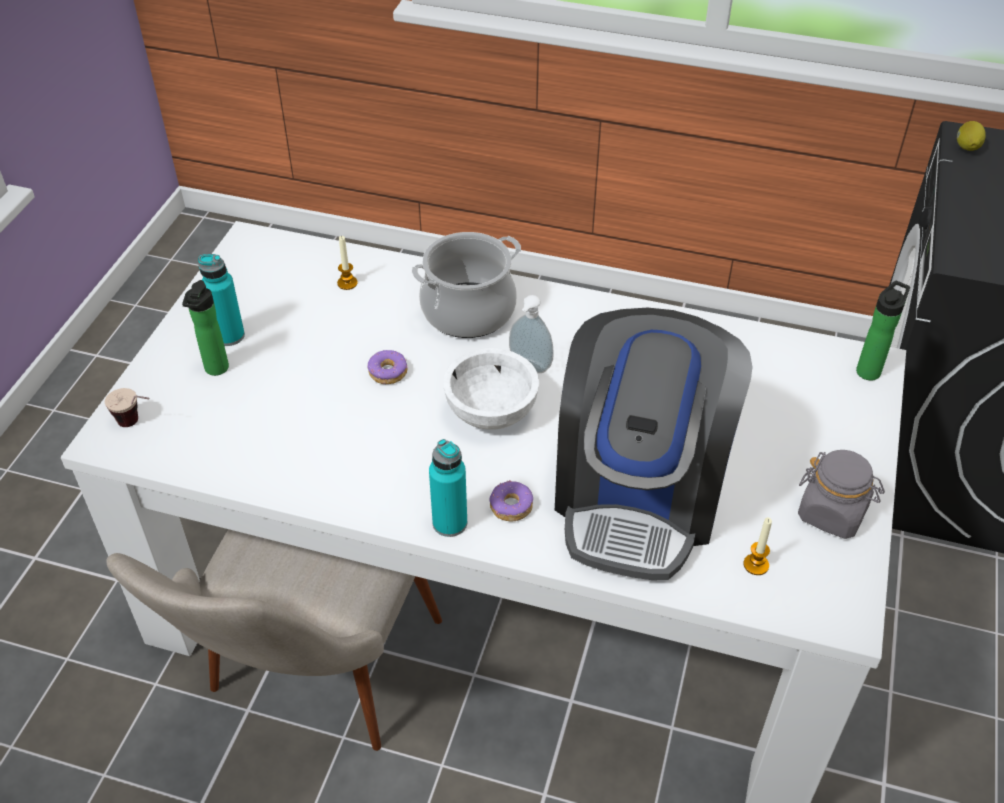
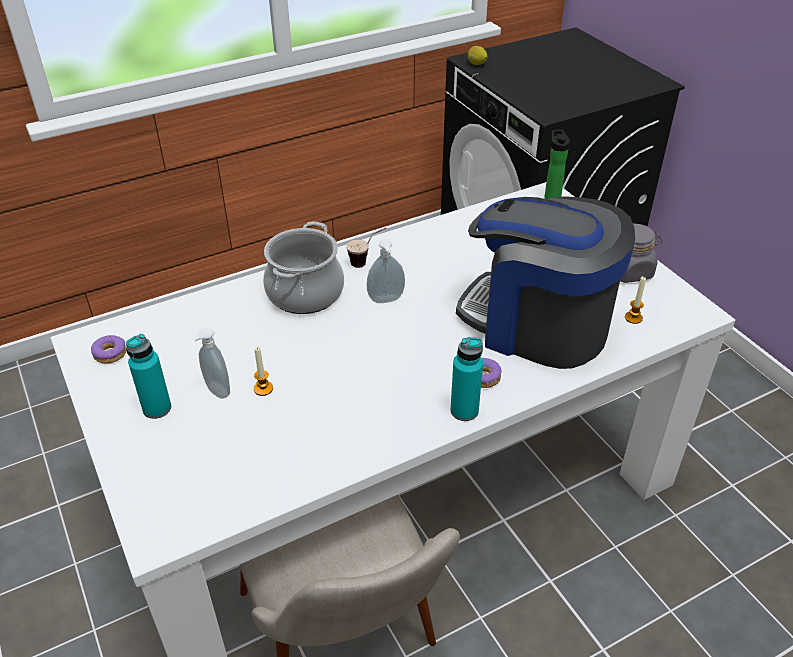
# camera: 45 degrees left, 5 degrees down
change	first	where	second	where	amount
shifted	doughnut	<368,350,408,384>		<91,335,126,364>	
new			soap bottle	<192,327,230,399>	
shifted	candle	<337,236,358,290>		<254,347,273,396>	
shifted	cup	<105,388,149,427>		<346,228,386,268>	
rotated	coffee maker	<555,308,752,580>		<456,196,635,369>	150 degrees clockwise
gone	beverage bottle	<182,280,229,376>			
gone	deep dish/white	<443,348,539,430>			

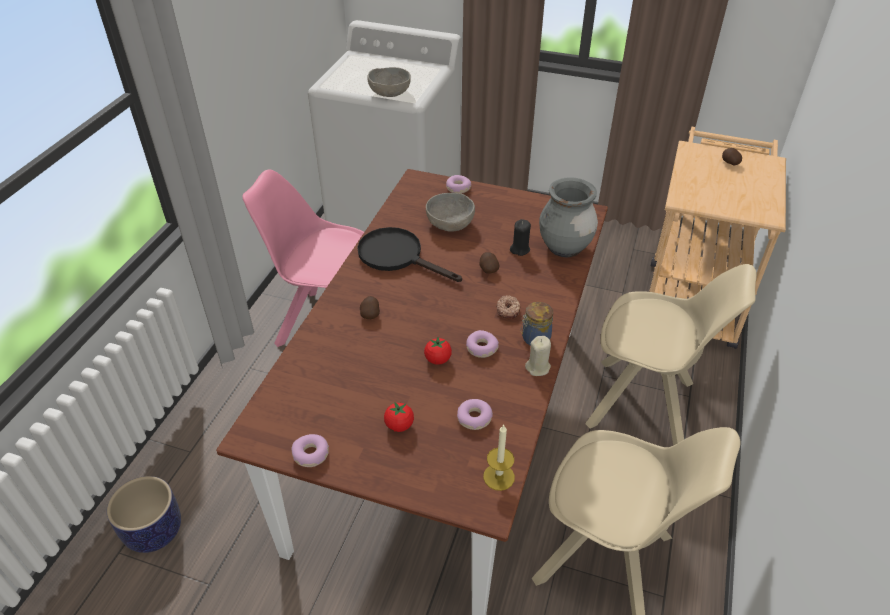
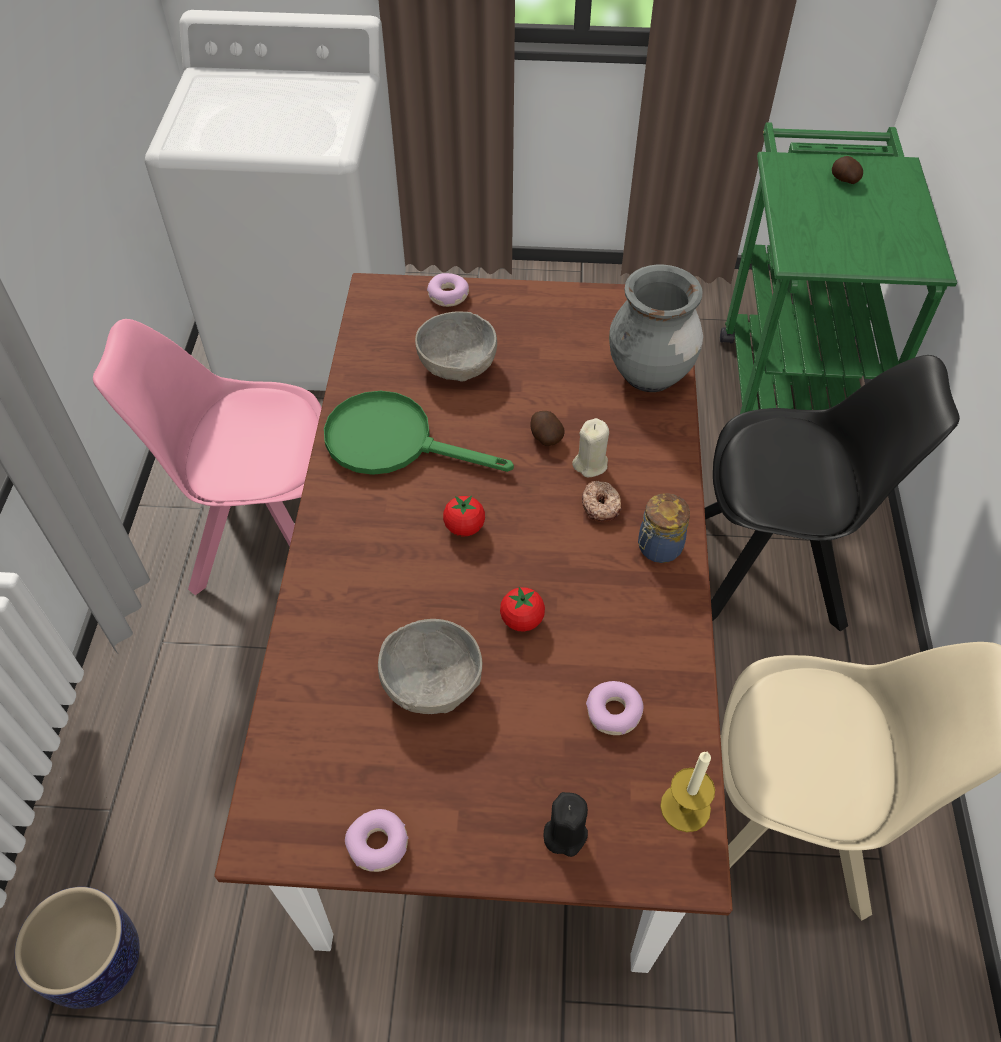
# camera: 15 degrees left, 10 degrees up
change	first	where	second	where	amount
repainted	skillet/black	<357,227,462,282>	skillet/green-coloured	<324,391,514,475>	
shifted	deep dish/greyish	<367,67,411,97>		<378,619,482,714>	
shifted	tomato	<384,402,414,432>		<443,496,485,536>	
shifted	candle/black	<510,219,531,256>		<544,792,588,857>	
shifted	candle/sand-coloured	<525,336,551,376>		<572,418,609,477>	
repainted	chair/sand-coloured	<585,264,757,445>	chair/black	<705,355,960,631>	
repainted	trolley/sand-coloured	<649,127,786,349>	trolley/green-coloured	<720,122,957,414>	
gone	potato	<360,296,380,319>			
gone	doughnut	<466,330,499,358>			

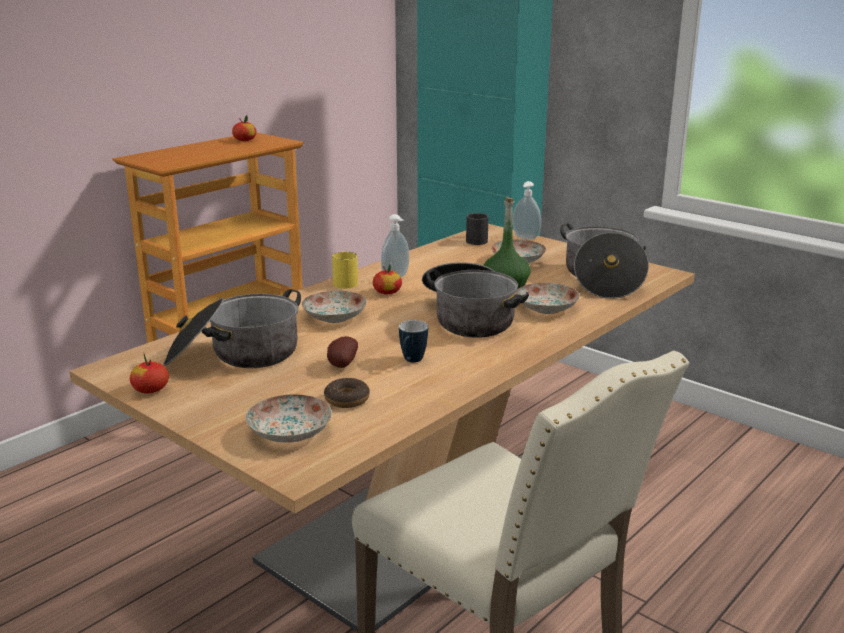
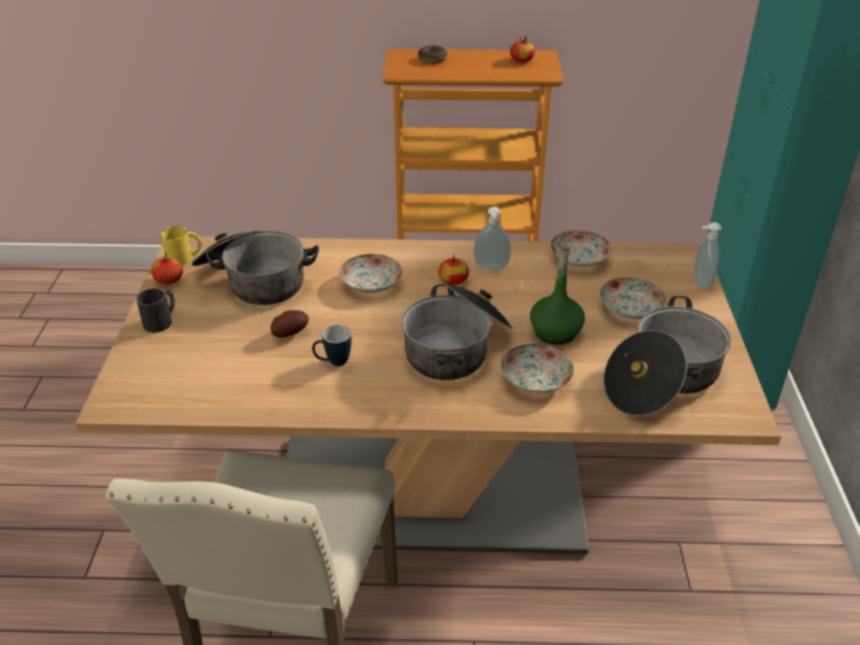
# camera: 50 degrees right, 15 degrees up
change	first	where	second	where	amount
shifted	tea mug/black	<466,213,489,245>		<136,288,175,333>	
shifted	tea mug/yellow	<332,252,358,289>		<161,226,201,265>	
shifted	doughnut	<324,378,370,408>		<418,45,447,64>	
shifted	plate	<245,394,332,443>		<550,230,611,268>	

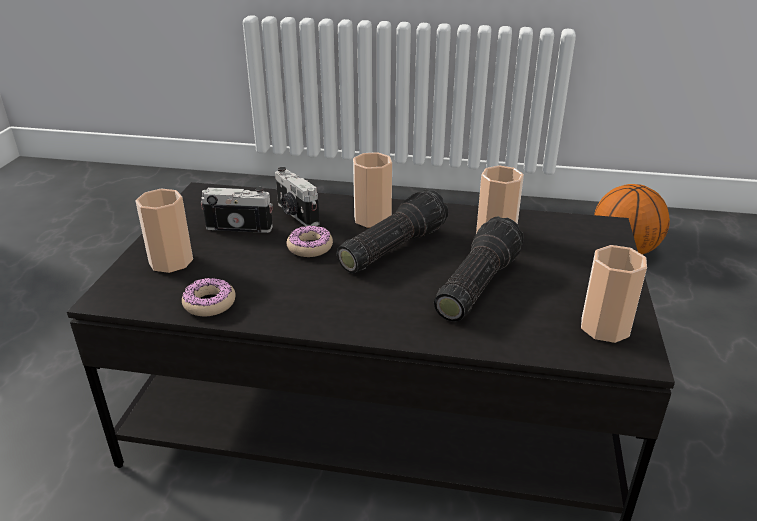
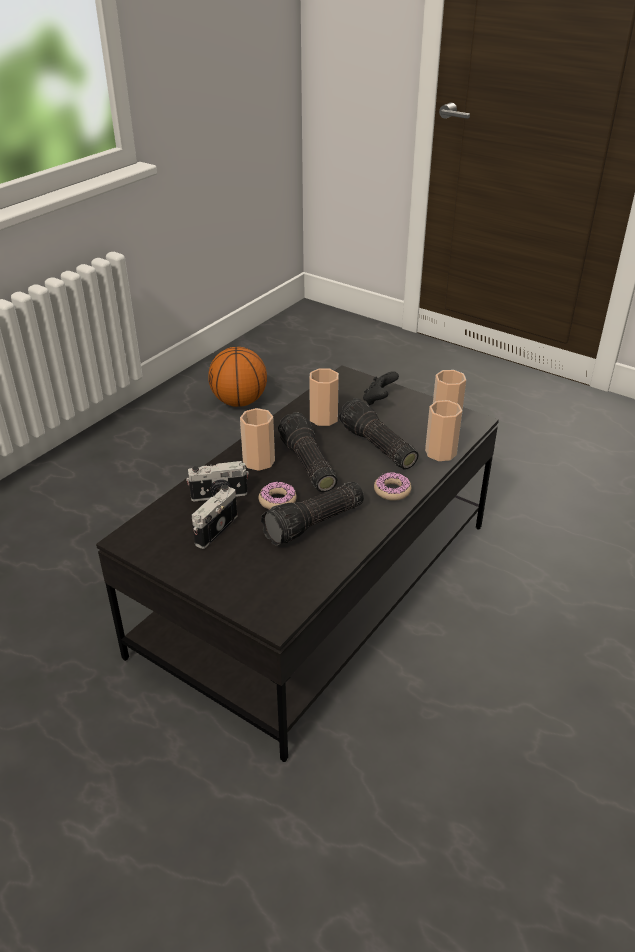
# camera: 65 degrees left, 5 degrees up
change	first	where	second	where	amount
new			torch	<261,482,364,546>	
new			joypad/black	<363,371,399,405>	
shifted	doughnut	<182,278,236,316>		<374,472,411,501>	
shifted	cup	<135,189,193,273>		<425,400,462,461>	

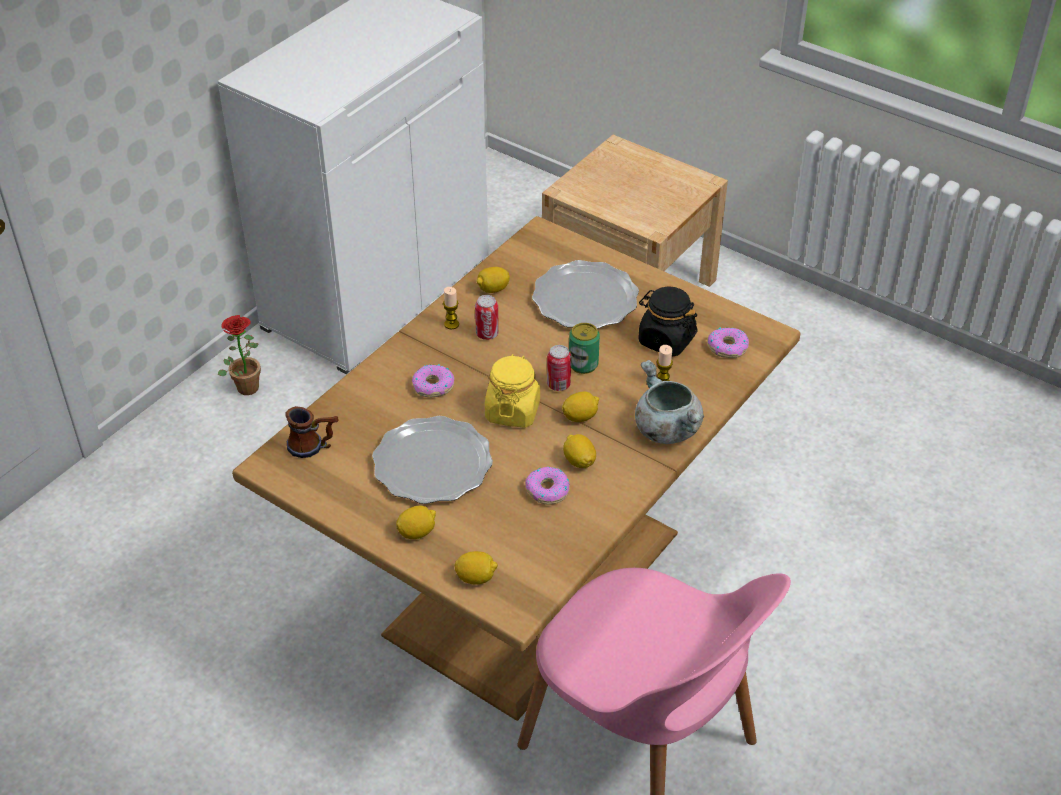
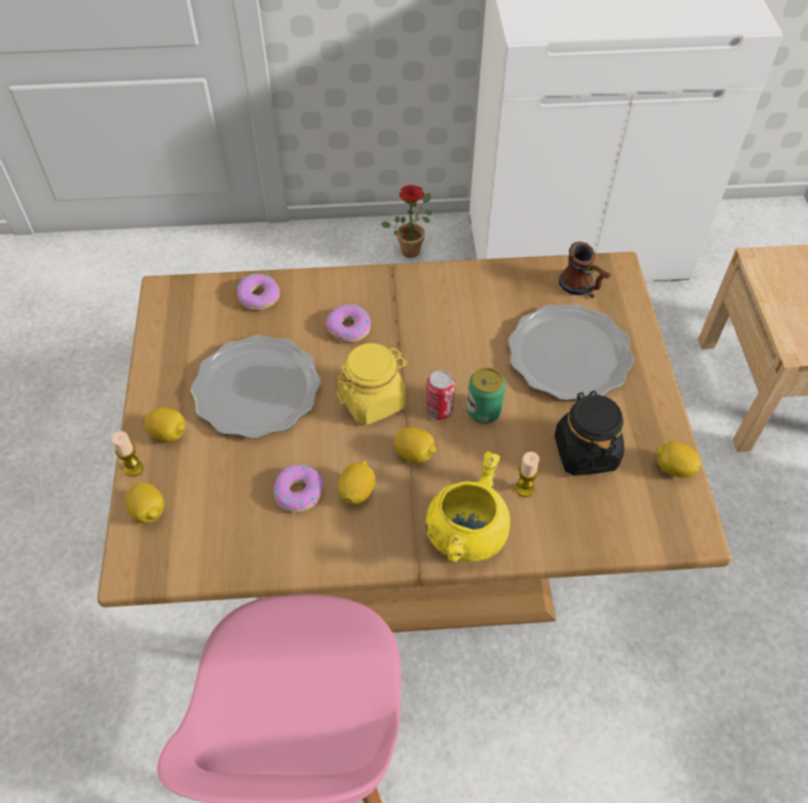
# camera: 50 degrees right, 10 degrees up
change	first	where	second	where	amount
shifted	candle	<443,287,459,329>		<112,431,143,476>	
shifted	doughnut	<707,327,749,358>		<237,274,280,310>	
repainted	stockpot/greyish	<635,360,704,444>	stockpot/yellow	<426,451,510,562>	
shifted	tea mug	<285,406,338,458>		<559,242,611,298>	
shifted	citrus fruit	<477,267,510,293>		<656,441,701,478>	
gone	metal can	<475,295,499,340>			

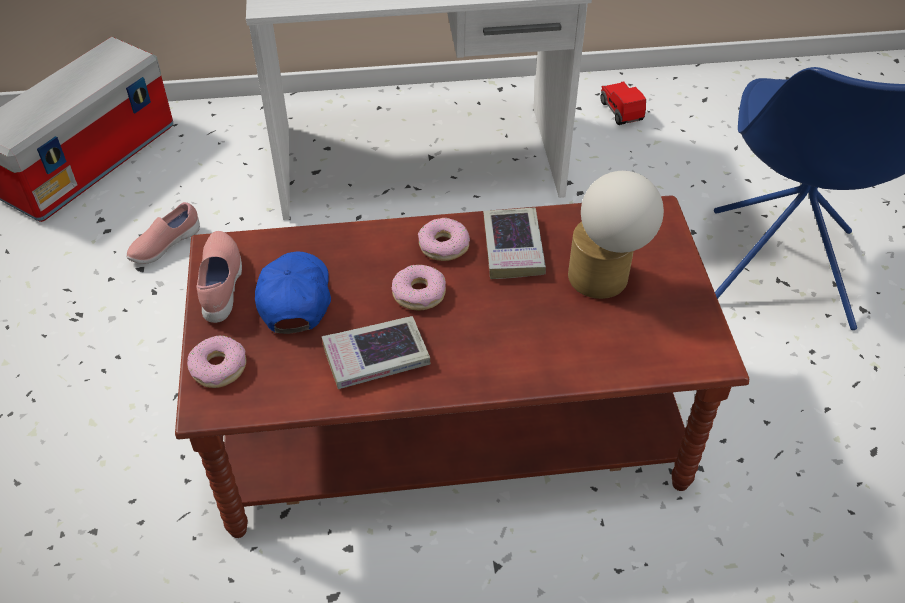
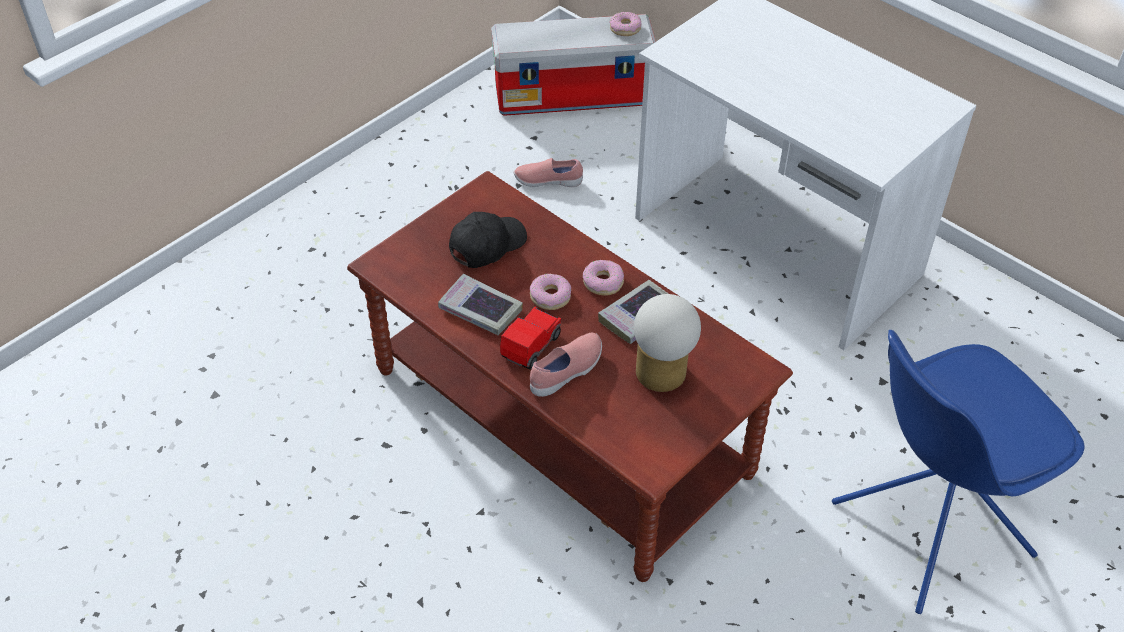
# camera: 50 degrees right, 0 degrees up
change	first	where	second	where	amount
repainted	baseball cap/bluish	<255,251,331,334>	baseball cap/black	<449,212,527,268>	
shifted	miniature car	<600,81,646,125>		<500,307,561,370>	
shifted	shoe/pinkish	<197,231,242,323>		<530,333,602,397>	
shifted	doughnut	<187,335,246,388>		<609,12,641,36>	

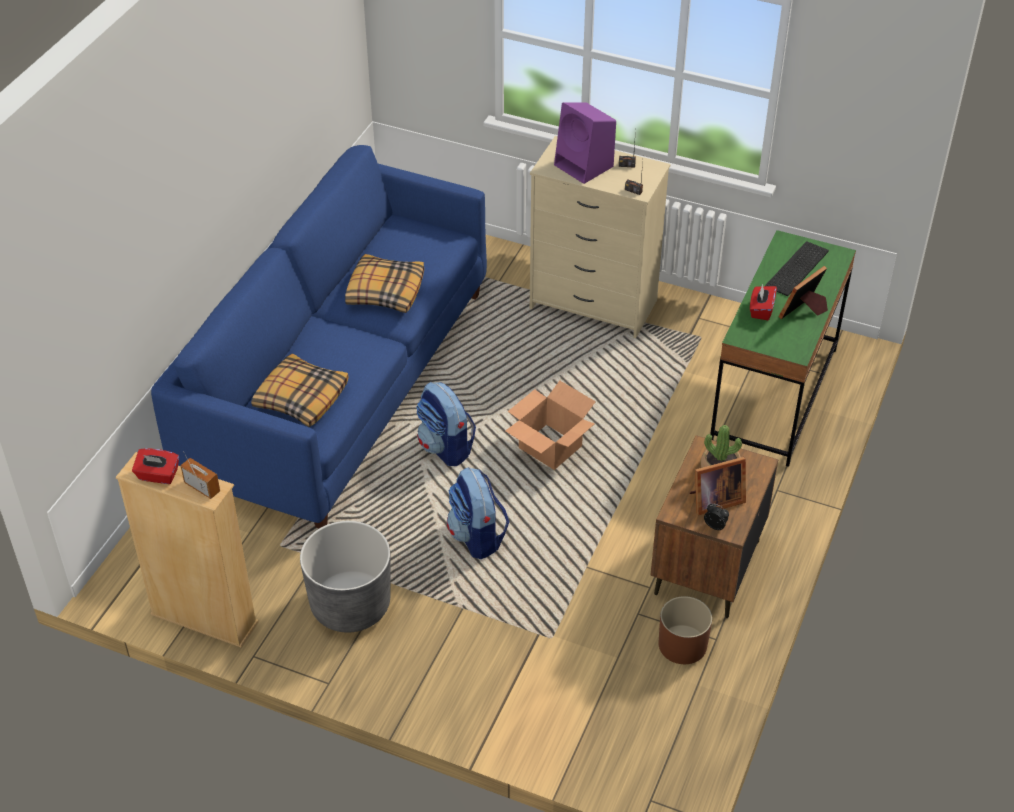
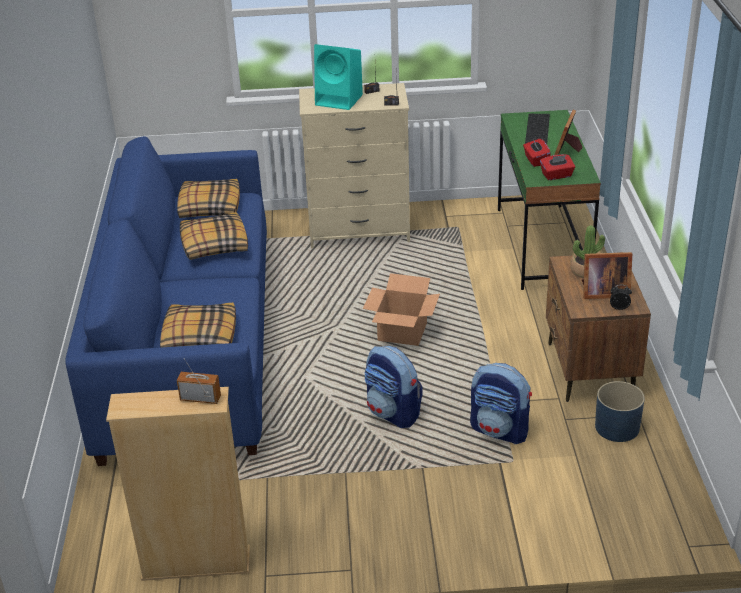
# camera: 25 degrees left, 10 degrees down
change	first	where	second	where	amount
new			cushion	<177,179,240,218>	
repainted	loudspeaker/purple-coloured	<554,102,616,184>	loudspeaker/turquoise	<314,44,363,110>	
shifted	backpack	<416,382,476,466>		<470,363,532,444>	
shifted	box of tissues/red-coloured	<132,448,179,484>		<540,154,575,180>	
rotated	picture frame	<690,457,746,515>		<582,252,632,299>	45 degrees clockwise
repainted	flower pot/brown	<658,596,712,664>	flower pot/bluish	<595,381,645,442>	
gone	flower pot/greyish	<300,521,391,632>			

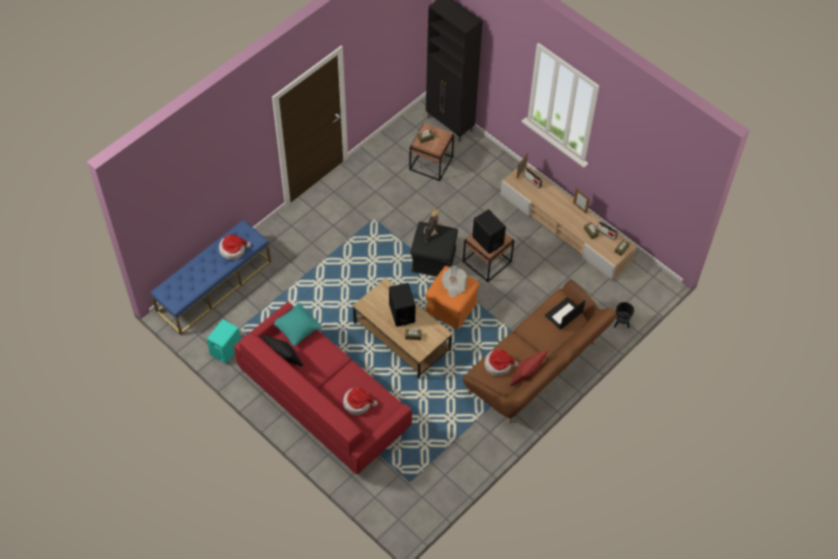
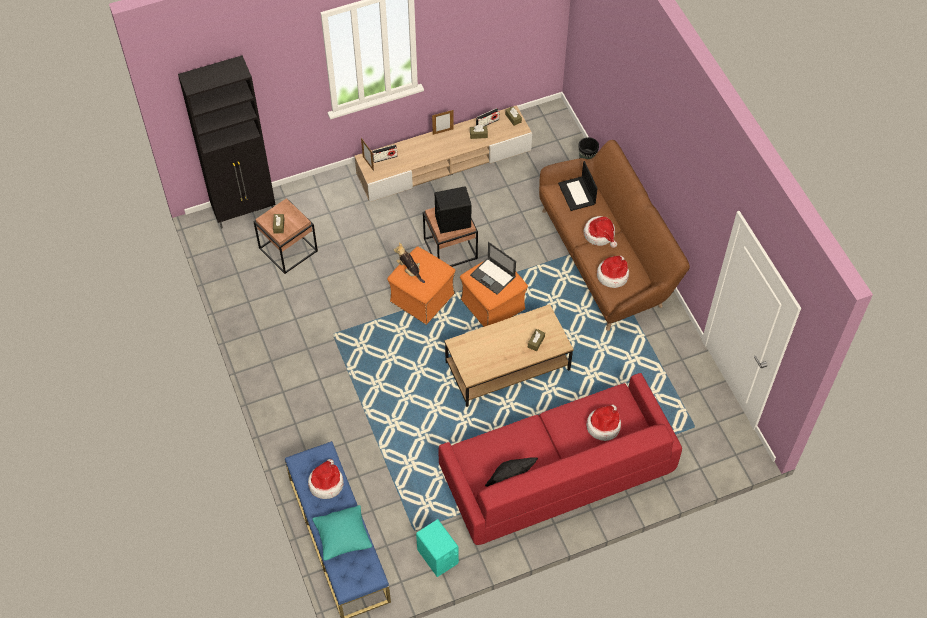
# camera: 65 degrees left, 0 degrees up
change	first	where	second	where	amount
shifted	cushion/turquoise	<274,303,322,346>		<313,505,372,561>	
repainted	ottoman/black	<411,222,458,277>	ottoman/orangey	<387,246,455,325>	
swapped	newspaper	<442,266,467,297>	notebook computer	<470,242,516,295>	
new			clothing hat	<584,216,617,248>	
gone	loudspeaker/black	<389,283,416,327>			
gone	cushion/red-coloured	<510,350,547,386>			

